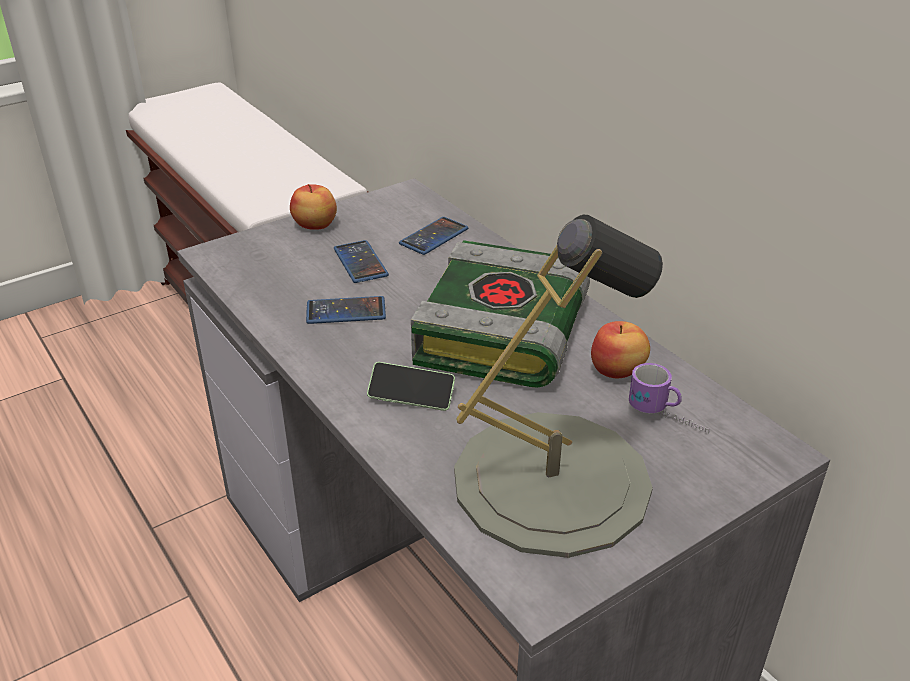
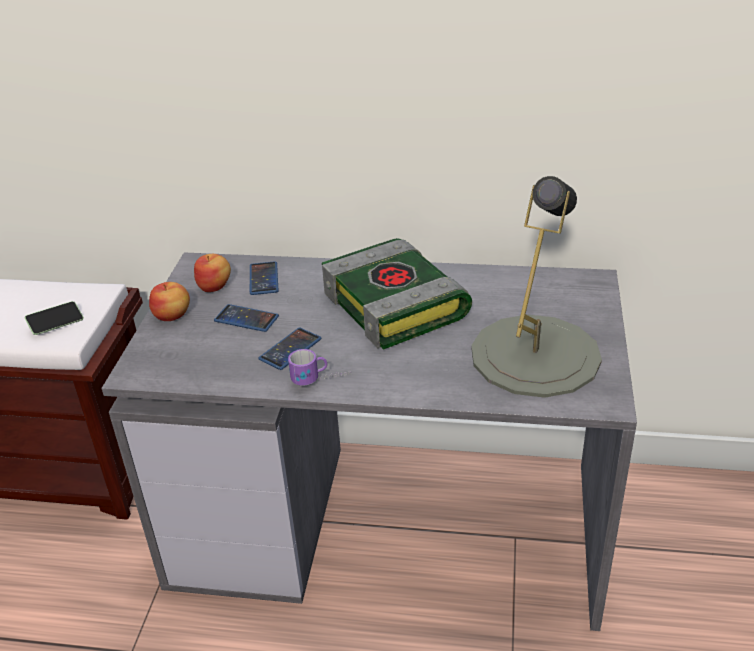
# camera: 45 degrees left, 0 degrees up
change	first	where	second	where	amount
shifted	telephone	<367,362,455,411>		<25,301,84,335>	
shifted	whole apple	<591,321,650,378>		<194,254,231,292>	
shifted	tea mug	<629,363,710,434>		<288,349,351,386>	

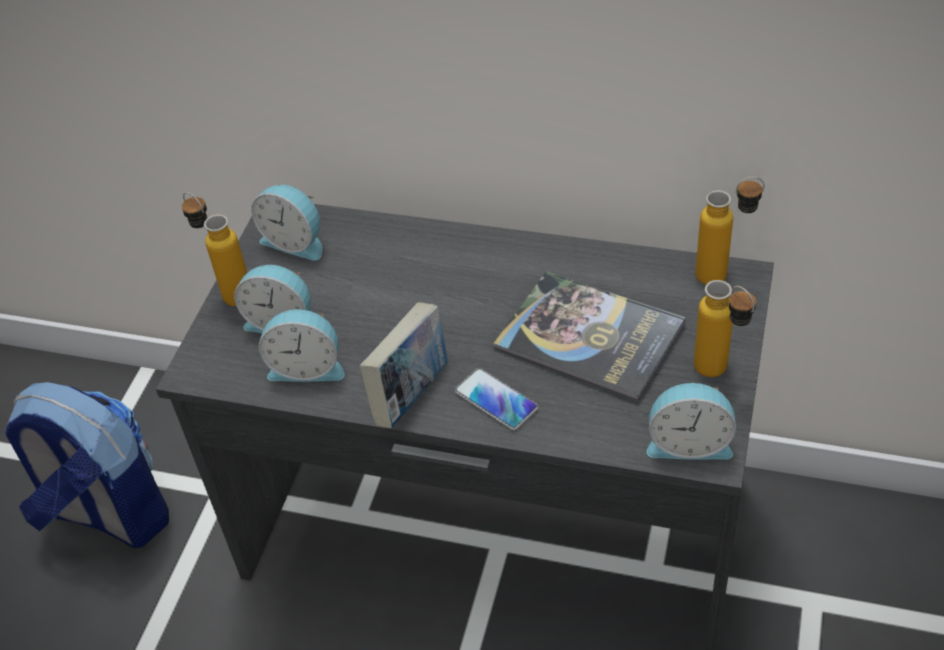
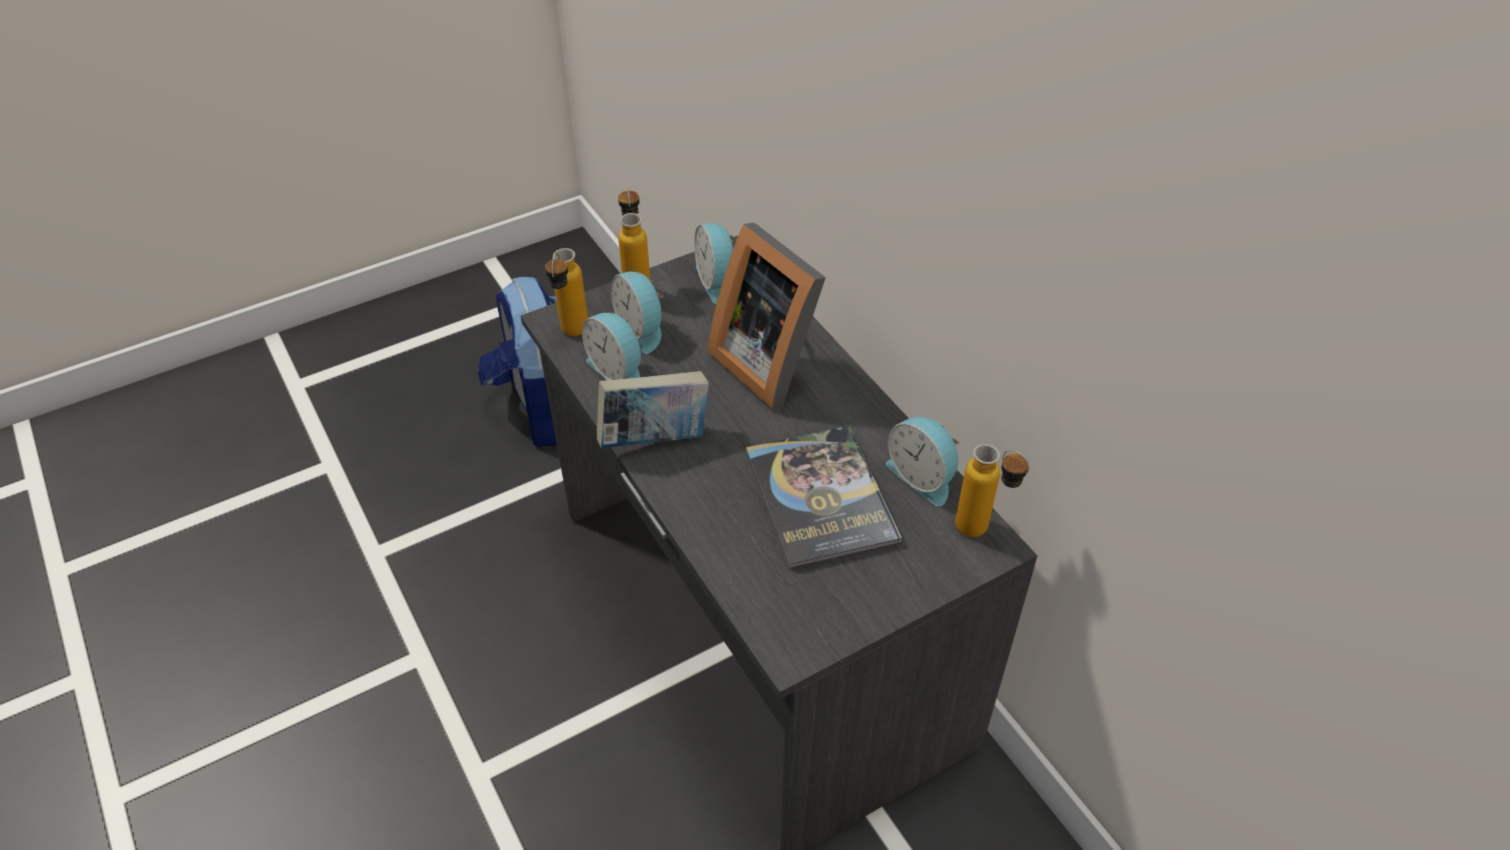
# camera: 40 degrees right, 0 degrees up
change	first	where	second	where	amount
shifted	beverage bottle	<694,280,756,377>		<545,248,588,336>	
new			picture frame	<708,223,826,409>	
shifted	table clock	<647,382,736,460>		<886,417,959,506>	
gone	telephone	<455,368,538,430>			

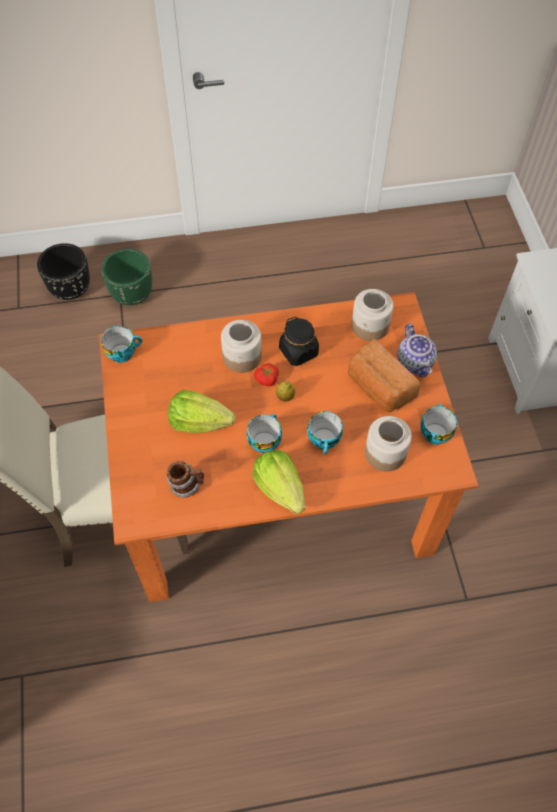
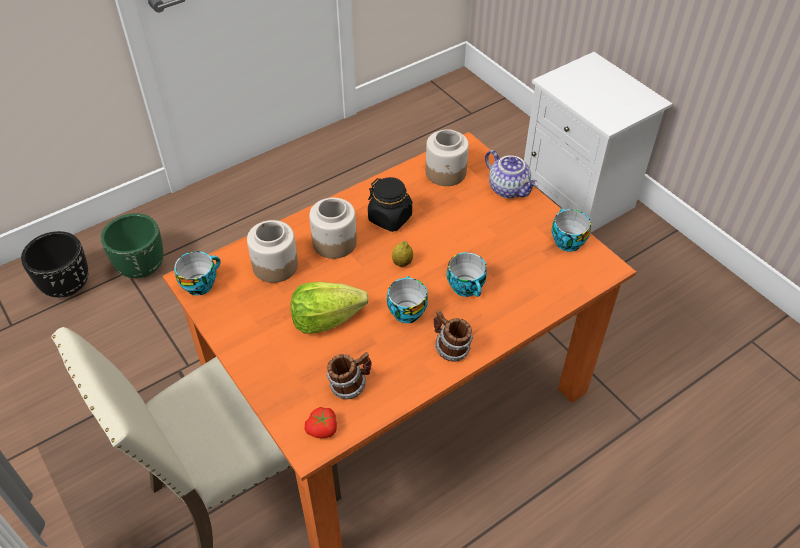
# camera: 25 degrees left, 10 degrees down
change	first	where	second	where	amount
shifted	jar	<365,416,412,471>		<247,220,298,283>	
shifted	tomato	<254,363,279,386>		<305,407,337,438>	
swapped	lettuce head	<252,450,305,514>	tea mug	<433,310,473,362>	
gone	baked bread	<348,339,421,412>			

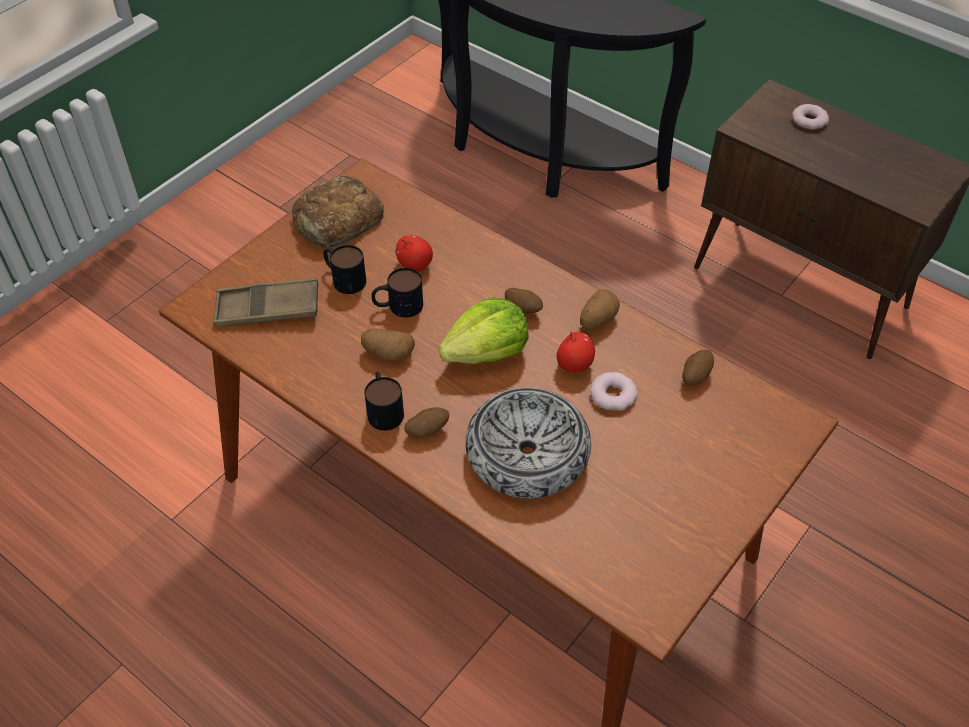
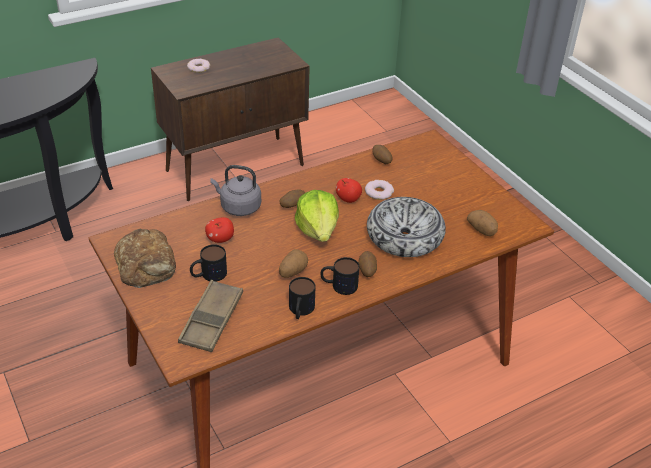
# camera: 70 degrees left, 10 degrees down
change	first	where	second	where	amount
new			water kettle/greyish	<210,165,261,216>	
shifted	tea mug	<371,268,423,318>		<289,277,315,319>	
shifted	potato	<580,289,620,329>		<467,210,498,236>	

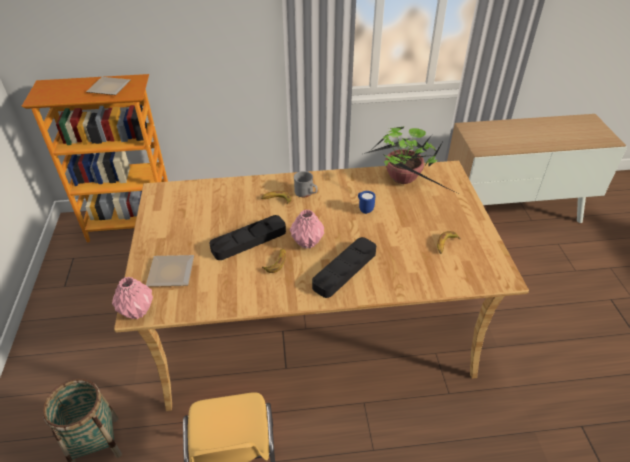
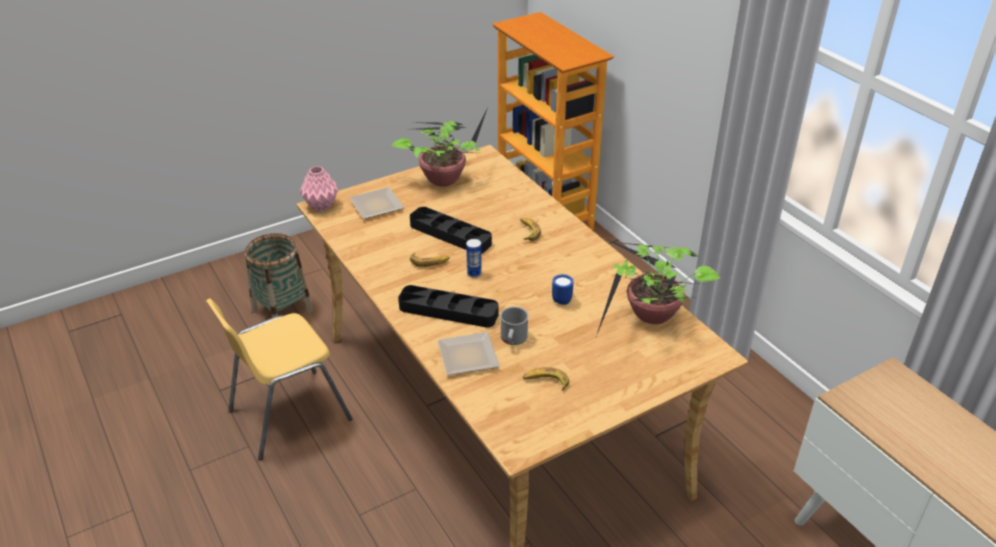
# camera: 65 degrees right, 5 degrees down
change	first	where	second	where	amount
new			houseplant	<391,107,488,187>	
shifted	plate	<86,77,130,95>		<437,332,500,376>	
swapped	vase/pinkish	<290,209,324,249>	metal can	<466,239,482,278>	
shifted	tea mug/greyish	<294,171,318,197>		<500,306,529,345>	

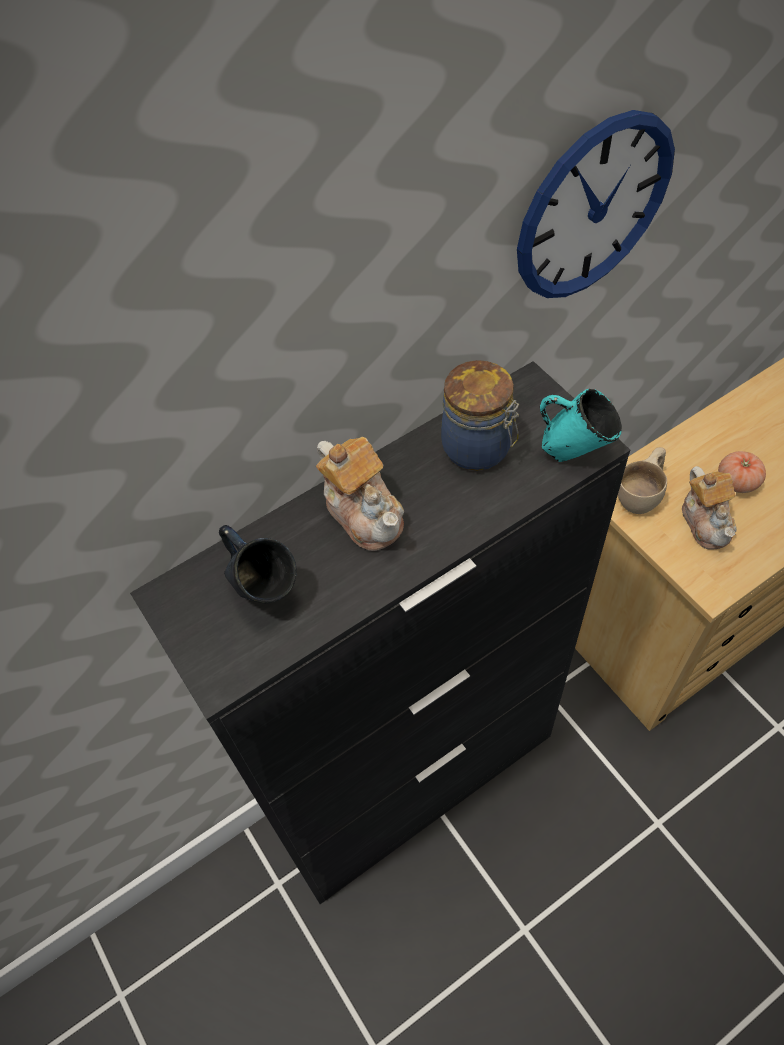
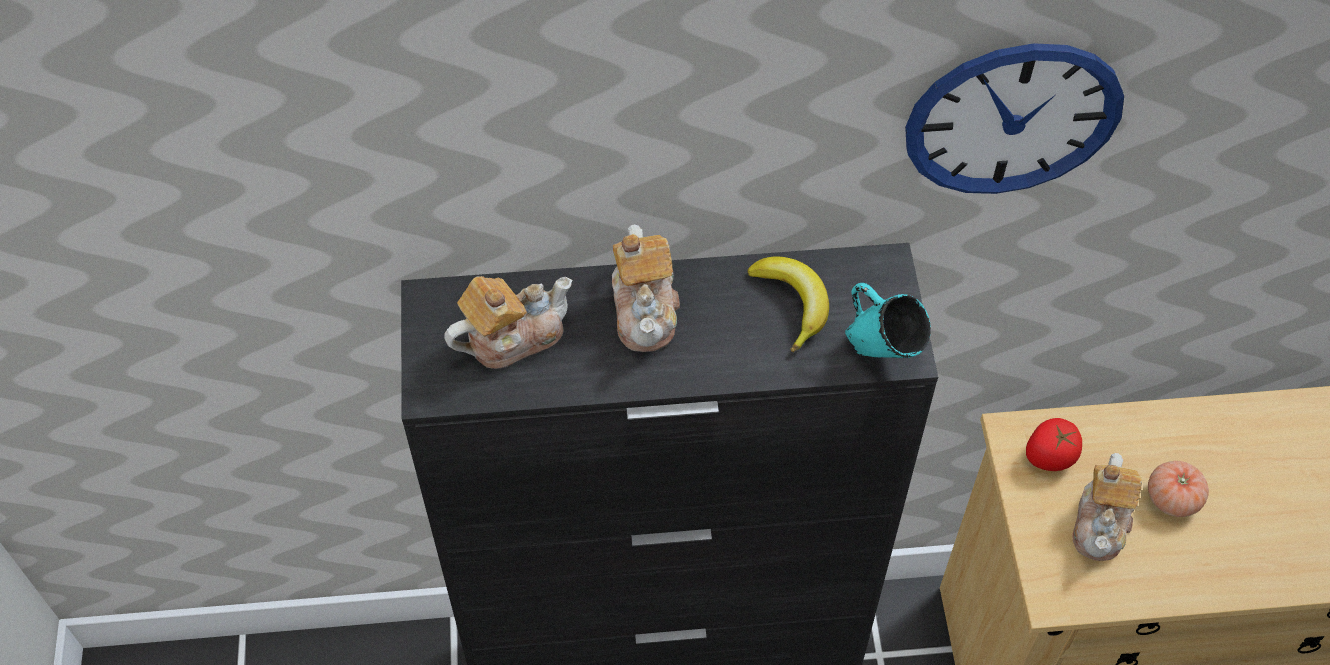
# camera: 25 degrees right, 0 degrees up
change	first	where	second	where	amount
swapped	tea mug/bluish	<219,525,297,603>	pot for tea	<444,276,572,369>	
swapped	jar	<441,360,519,470>	banana fruit	<747,256,829,352>	
swapped	cup/sand-coloured	<618,447,667,514>	tomato	<1026,418,1082,471>	

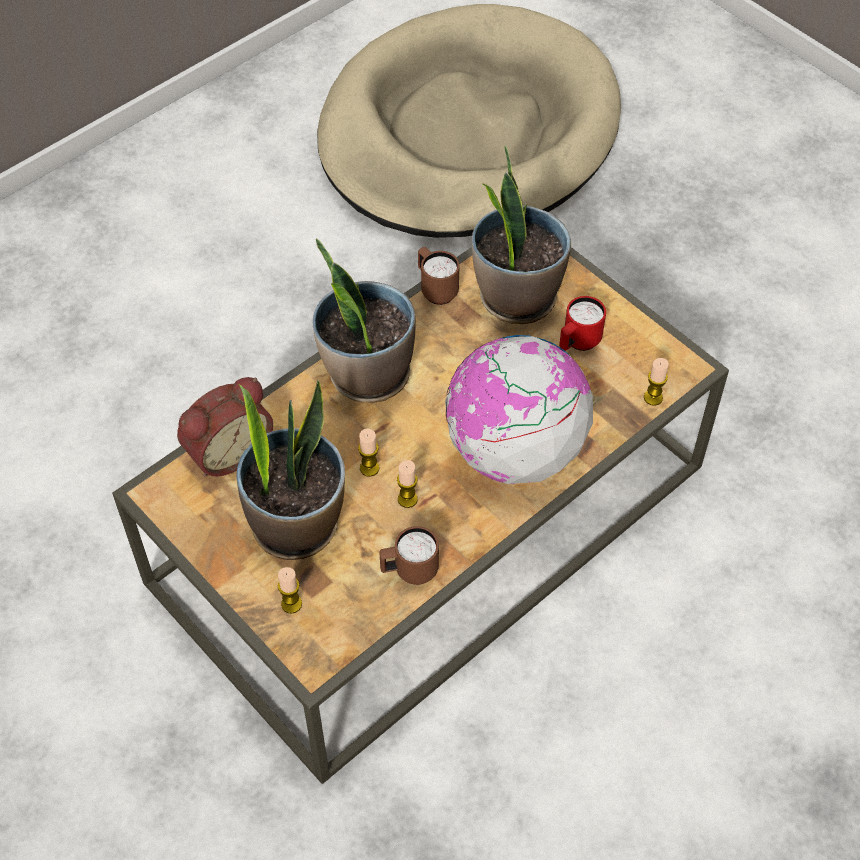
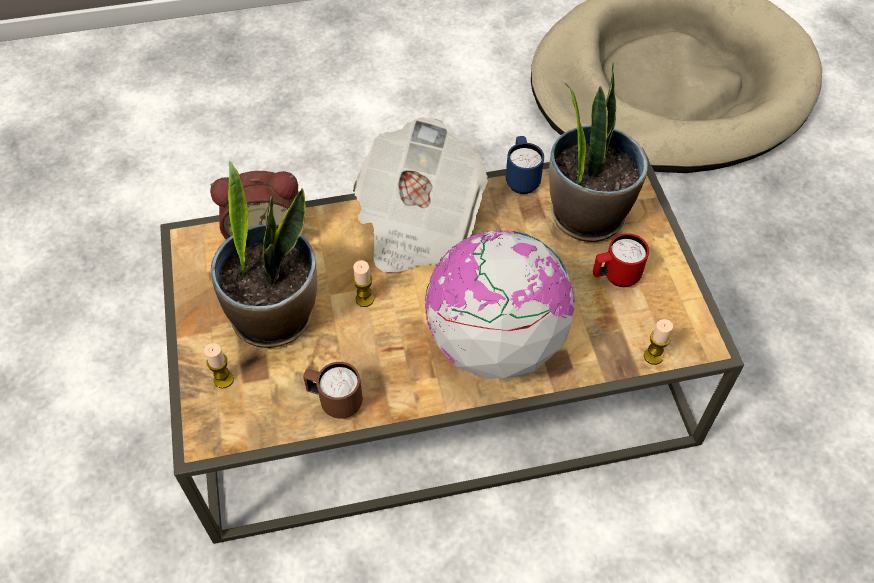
# camera: 30 degrees right, 0 degrees up
change	first	where	second	where	amount
swapped	houseplant	<312,238,416,403>	newspaper	<353,118,488,272>	
repainted	tea mug/brown	<418,247,460,305>	tea mug/bluish	<506,136,544,194>	
gone	candle	<397,460,418,508>			

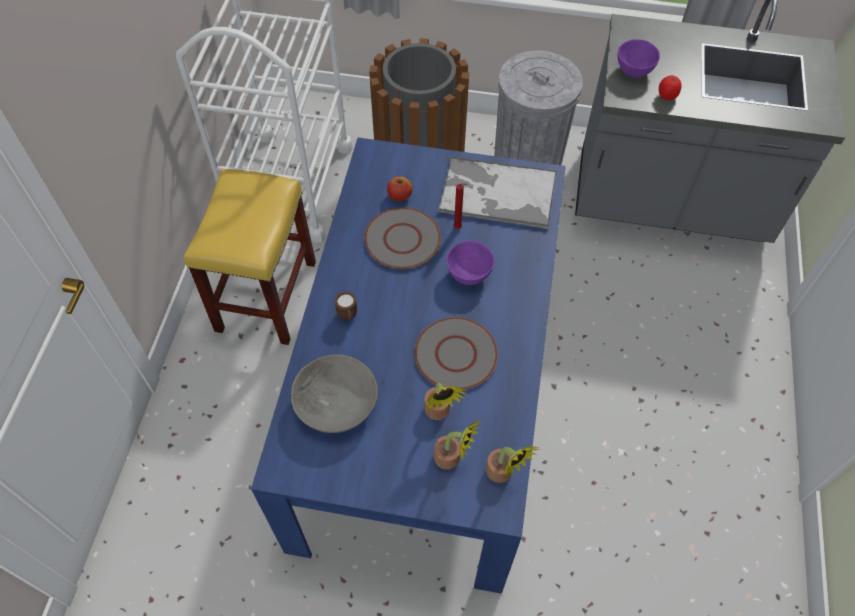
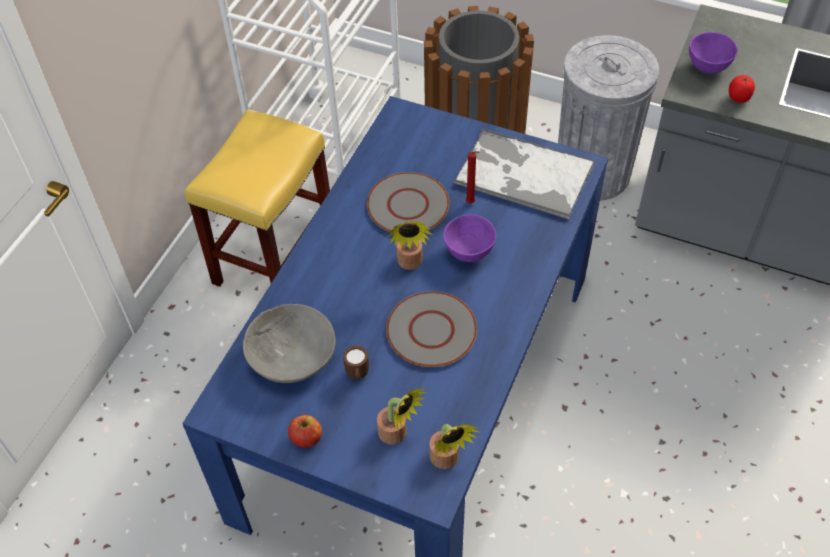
# camera: 15 degrees right, 5 degrees down
change	first	where	second	where	amount
shifted	whole apple	<387,176,412,201>		<288,415,322,448>	
shifted	tea mug/brown	<335,291,357,320>		<343,346,369,380>	
shifted	houseplant	<424,383,468,420>		<388,221,432,270>	

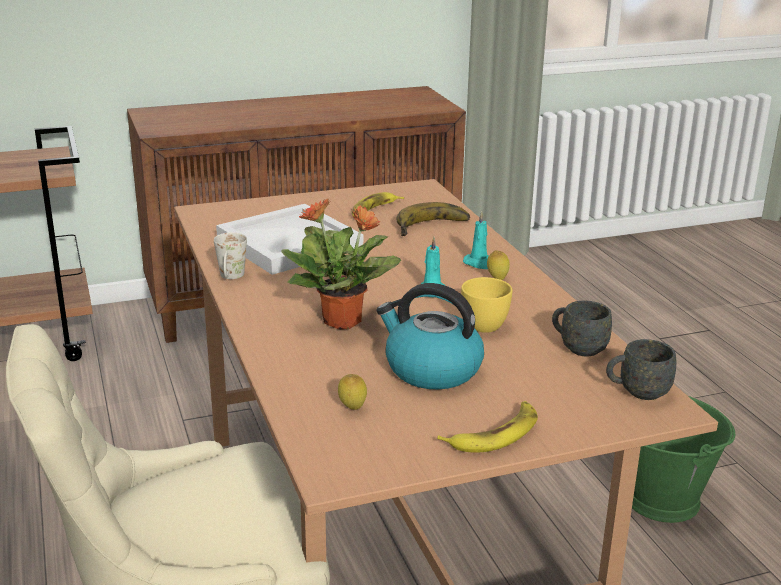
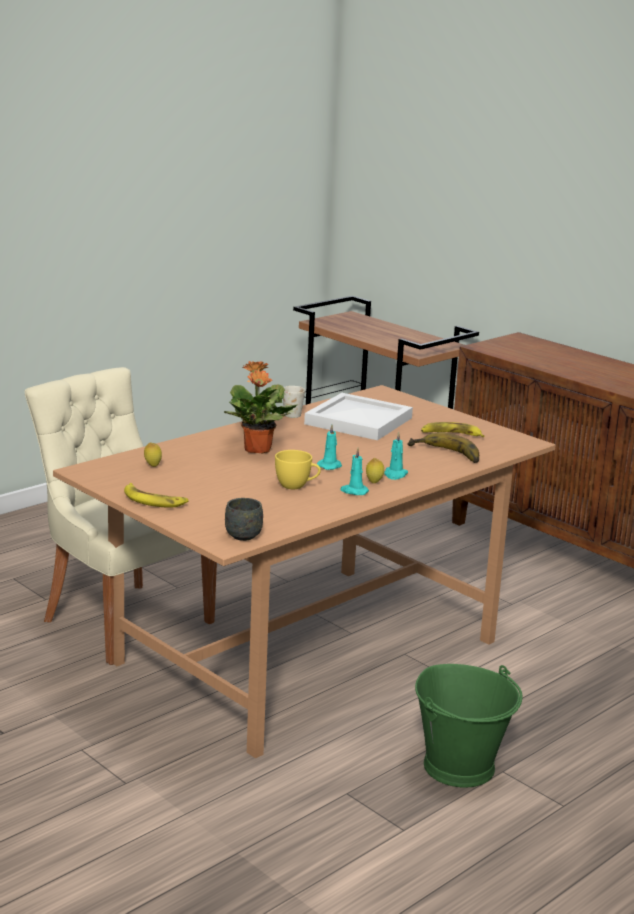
# camera: 65 degrees right, 5 degrees down
change	first	where	second	where	amount
new			candle/turquoise	<340,448,369,495>	
gone	water kettle	<376,283,484,389>			
gone	tea mug/greyish	<552,301,612,356>			

